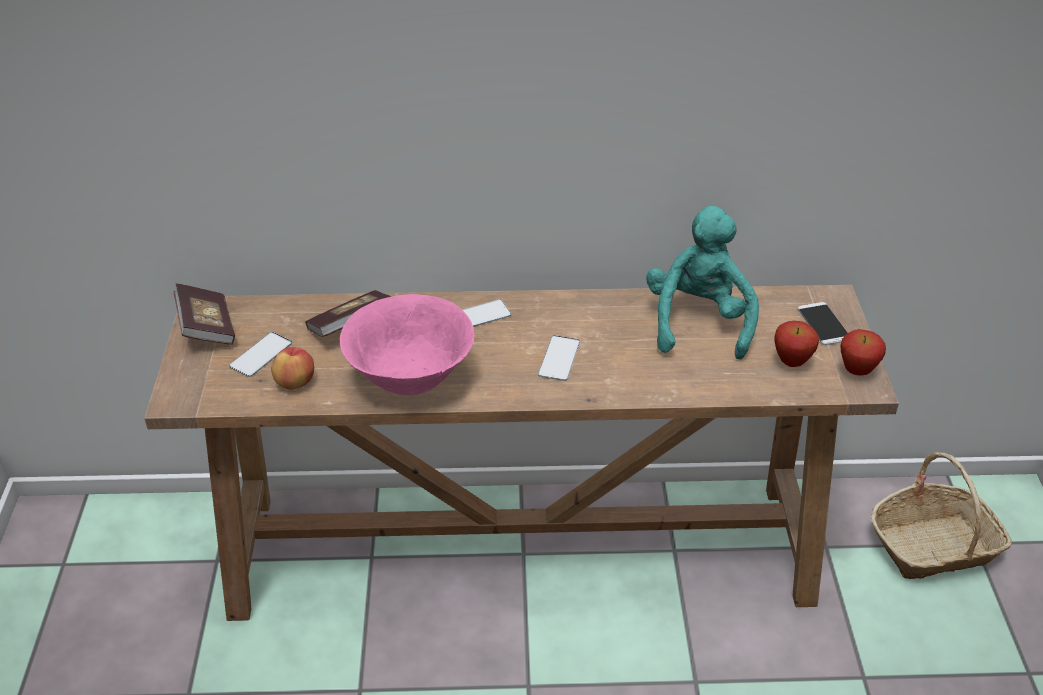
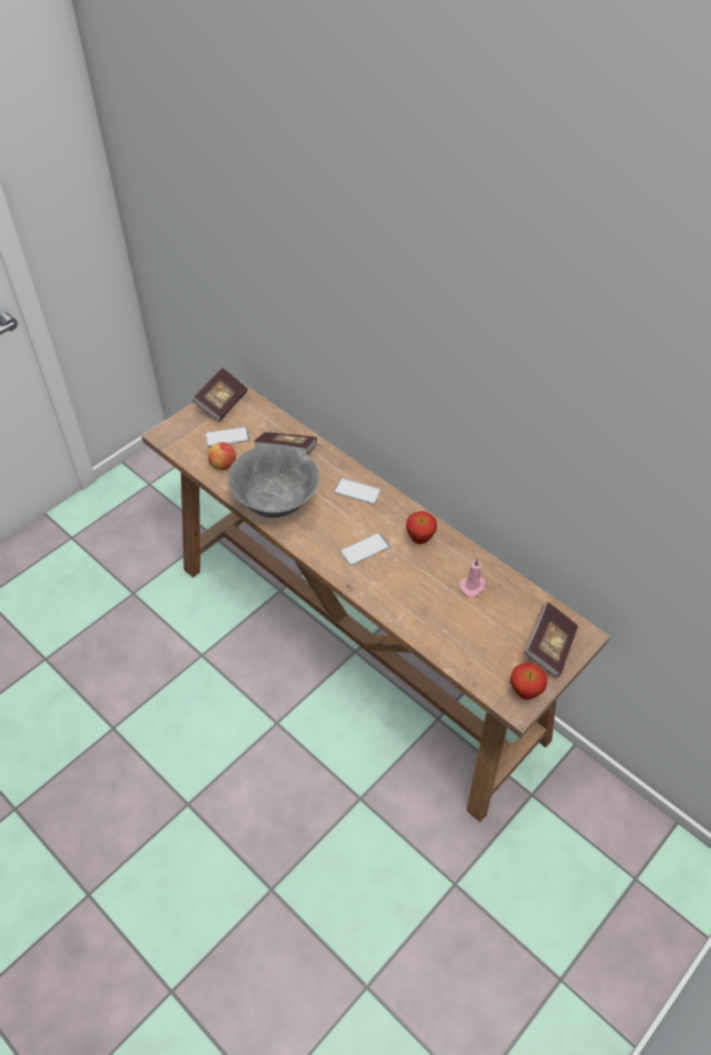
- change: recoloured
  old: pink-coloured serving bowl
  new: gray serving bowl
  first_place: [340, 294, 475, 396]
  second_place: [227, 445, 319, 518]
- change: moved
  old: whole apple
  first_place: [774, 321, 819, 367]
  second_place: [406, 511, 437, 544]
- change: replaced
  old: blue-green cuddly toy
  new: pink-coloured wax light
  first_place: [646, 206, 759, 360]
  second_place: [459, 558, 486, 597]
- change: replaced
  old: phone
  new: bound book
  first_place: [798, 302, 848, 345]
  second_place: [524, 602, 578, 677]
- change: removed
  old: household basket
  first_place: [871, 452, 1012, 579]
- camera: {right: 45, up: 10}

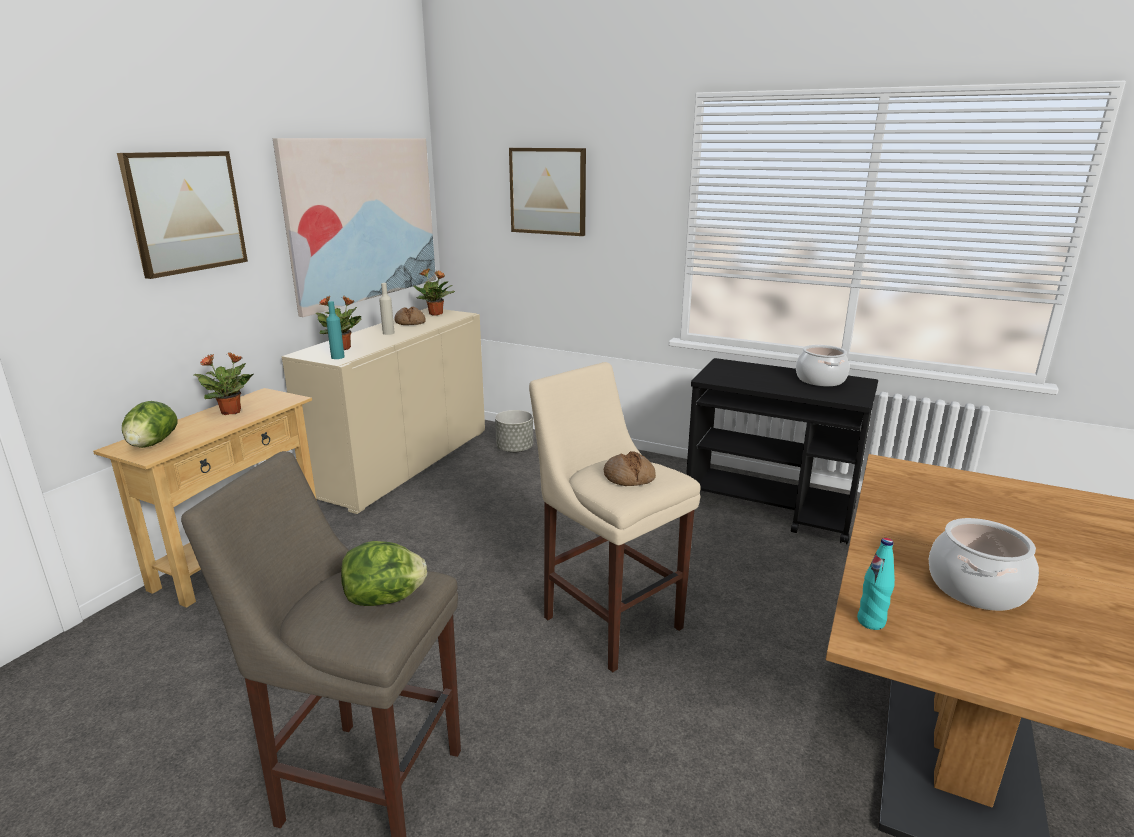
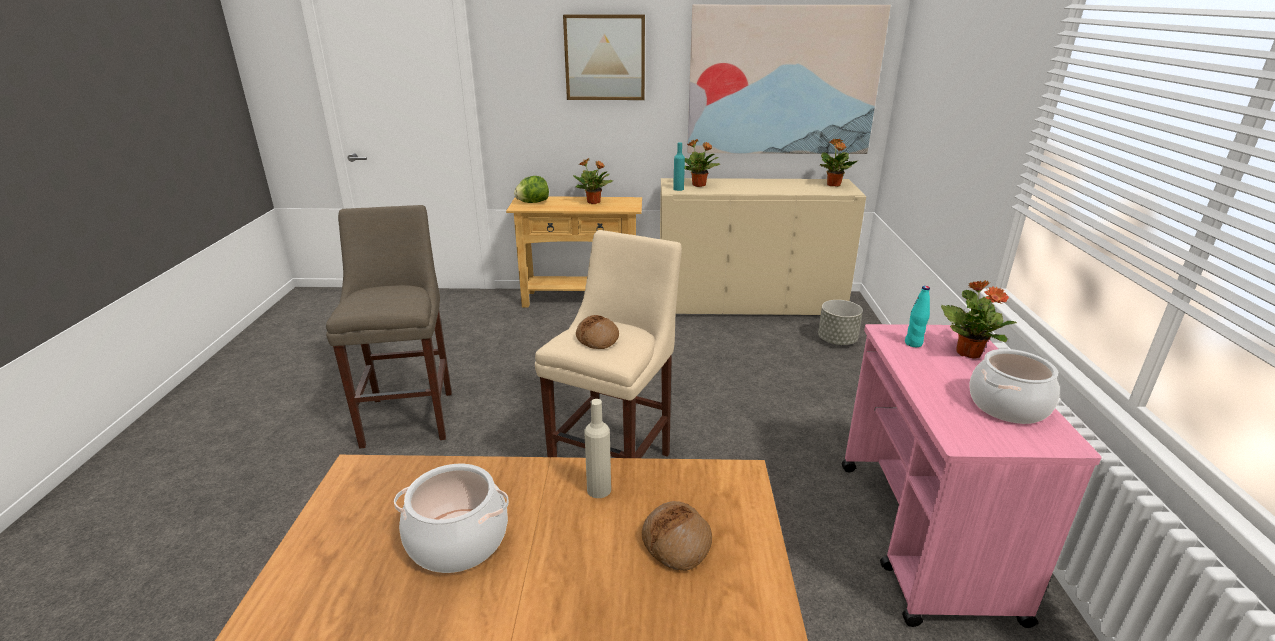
- change: moved
  old: beige-coloured bottle
  first_place: [379, 283, 395, 335]
  second_place: [584, 399, 611, 498]
- change: moved
  old: bread
  first_place: [394, 307, 426, 325]
  second_place: [642, 501, 712, 571]
- change: recoloured
  old: black cart
  new: pink-coloured cart
  first_place: [686, 358, 878, 544]
  second_place: [842, 324, 1102, 628]
- change: moved
  old: blue-green bottle
  first_place: [857, 538, 895, 630]
  second_place: [905, 286, 930, 347]
- change: added
  new: houseplant
  second_place: [941, 280, 1017, 359]
- change: removed
  old: lettuce
  first_place: [341, 541, 427, 606]
- change: removed
  old: wall art
  first_place: [509, 148, 586, 236]
- camera: {right: 65, up: 5}

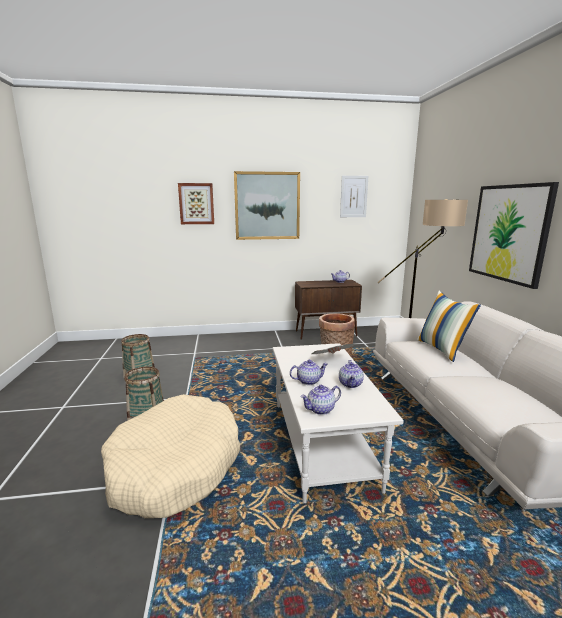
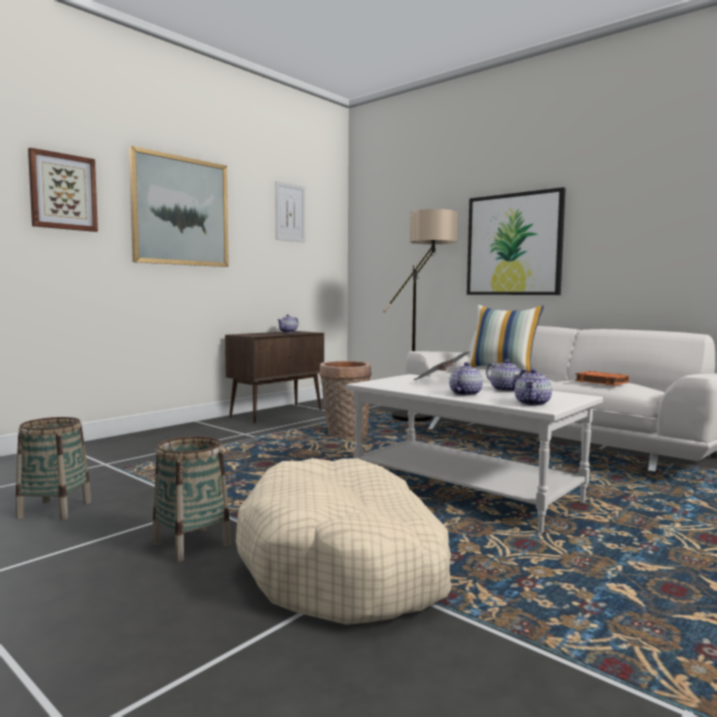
- change: added
  new: orangey bound book
  second_place: [575, 371, 629, 386]
- camera: {right: -40, up: -10}

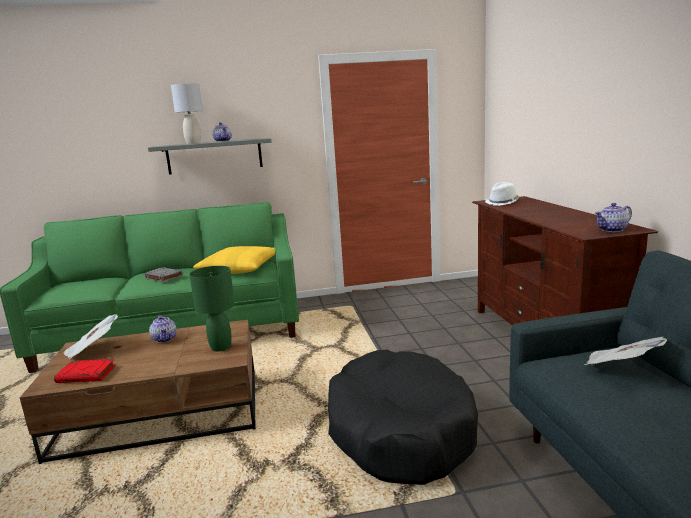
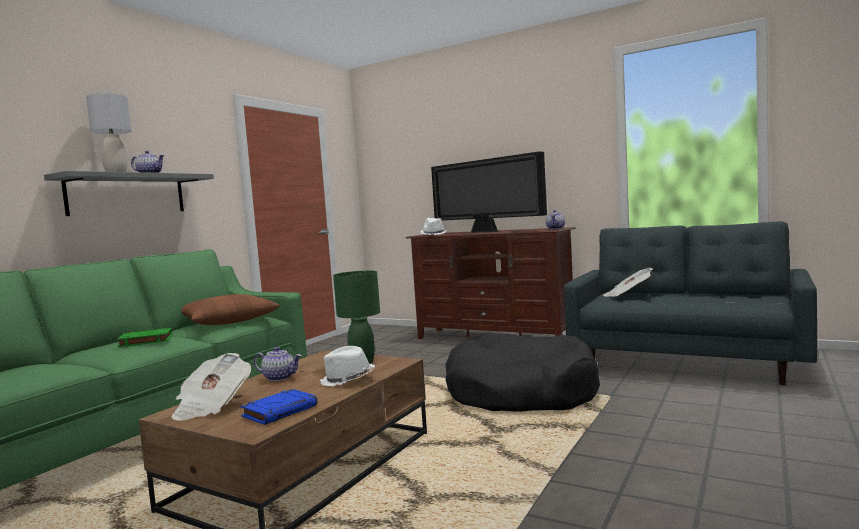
- change: recoloured
  old: gray bound book
  new: green bound book
  first_place: [143, 267, 183, 282]
  second_place: [117, 328, 172, 347]
- change: recoloured
  old: yellow throw pillow
  new: brown-coloured throw pillow
  first_place: [193, 246, 275, 274]
  second_place: [181, 294, 280, 325]
- change: recoloured
  old: reddish bound book
  new: blue-coloured bound book
  first_place: [54, 359, 116, 383]
  second_place: [241, 389, 317, 425]
- change: added
  new: whitish clothing hat
  second_place: [320, 346, 375, 386]
- change: added
  new: TV
  second_place: [431, 152, 547, 233]
- camera: {right: -50, up: -10}

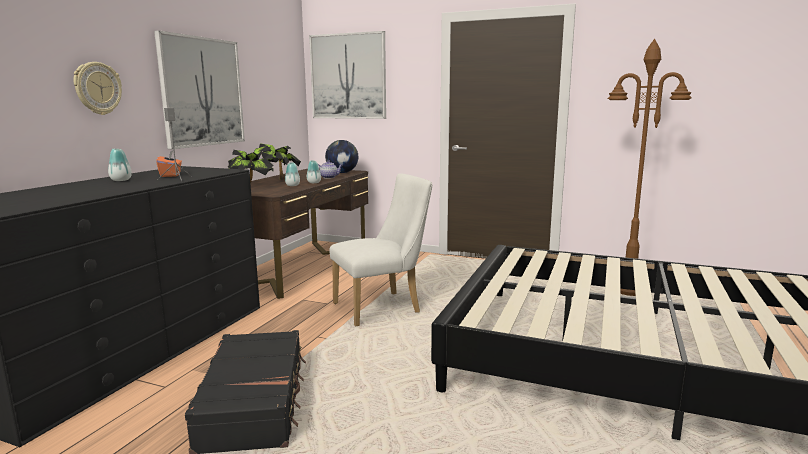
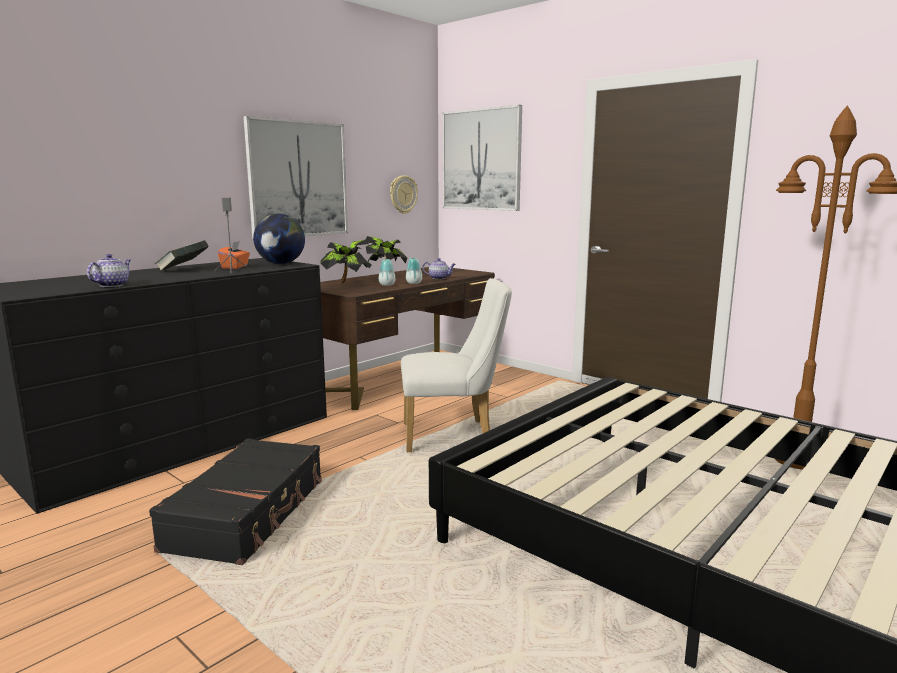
- change: added
  new: teapot
  second_place: [87, 254, 131, 287]
- change: replaced
  old: vase
  new: bound book
  first_place: [108, 149, 132, 181]
  second_place: [155, 240, 209, 271]
- change: moved
  old: globe
  first_place: [325, 140, 358, 173]
  second_place: [253, 213, 305, 264]
- change: moved
  old: hanging clock
  first_place: [73, 62, 122, 115]
  second_place: [390, 175, 418, 214]
- camera: {right: 20, up: 0}

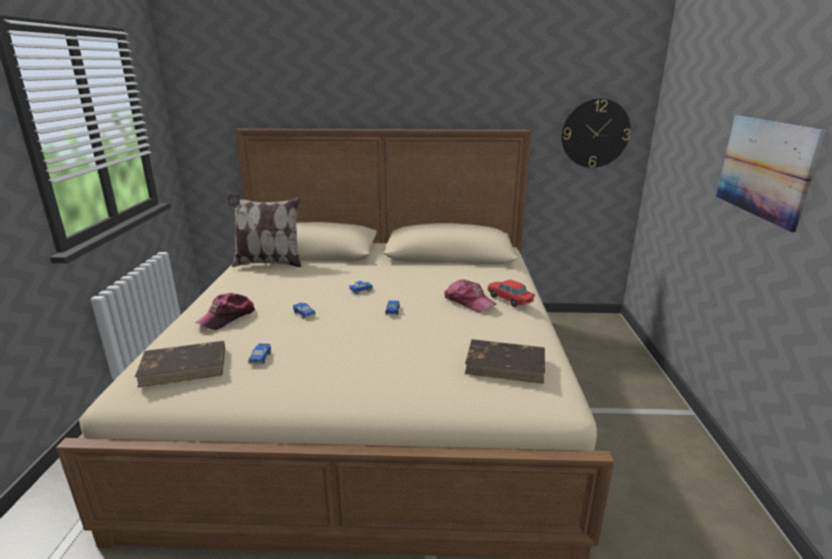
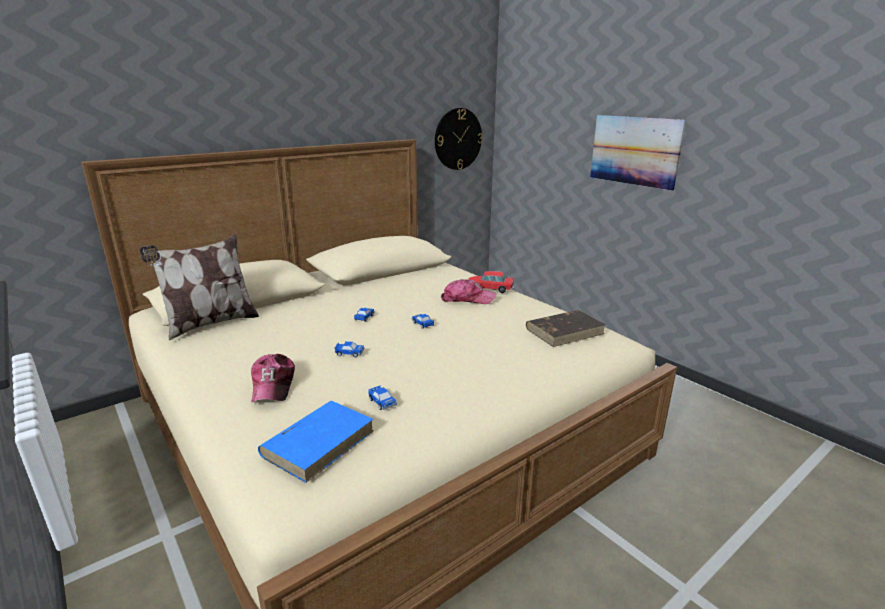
- change: recoloured
  old: brown-coloured bound book
  new: blue-coloured bound book
  first_place: [135, 341, 225, 388]
  second_place: [258, 401, 374, 483]
- camera: {right: -40, up: 0}

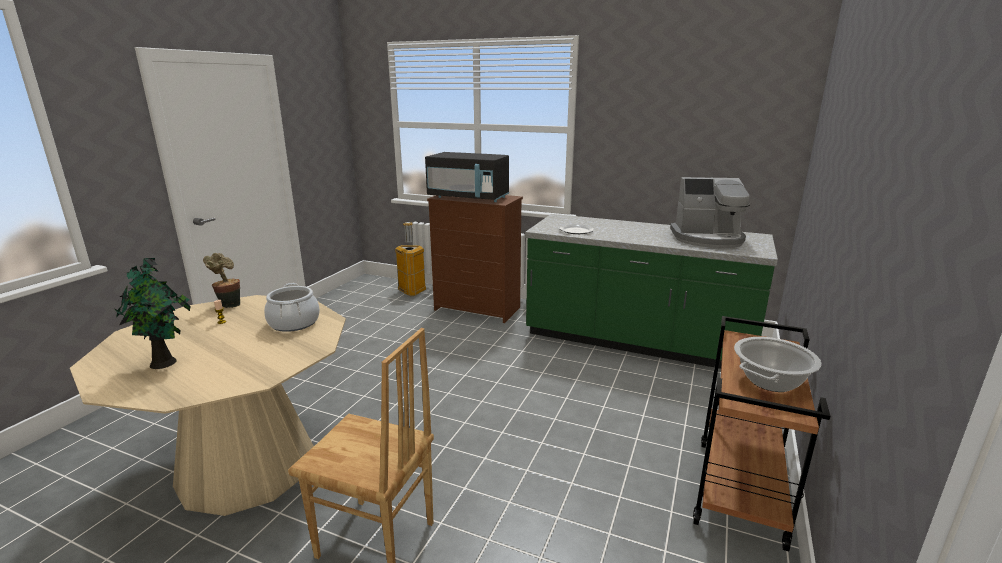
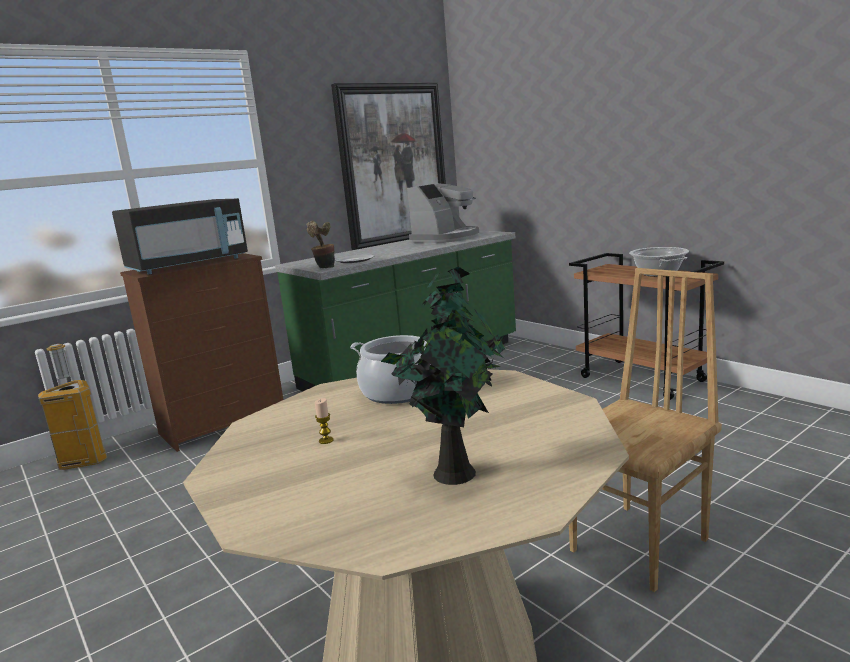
- change: moved
  old: houseplant
  first_place: [203, 253, 240, 308]
  second_place: [306, 220, 335, 268]
- change: added
  new: wall art
  second_place: [331, 83, 446, 250]
- camera: {right: -60, up: -5}

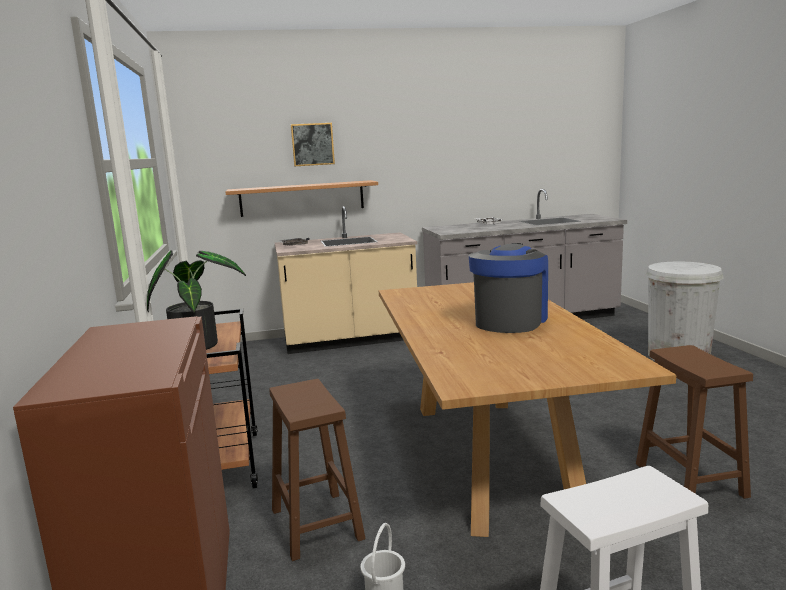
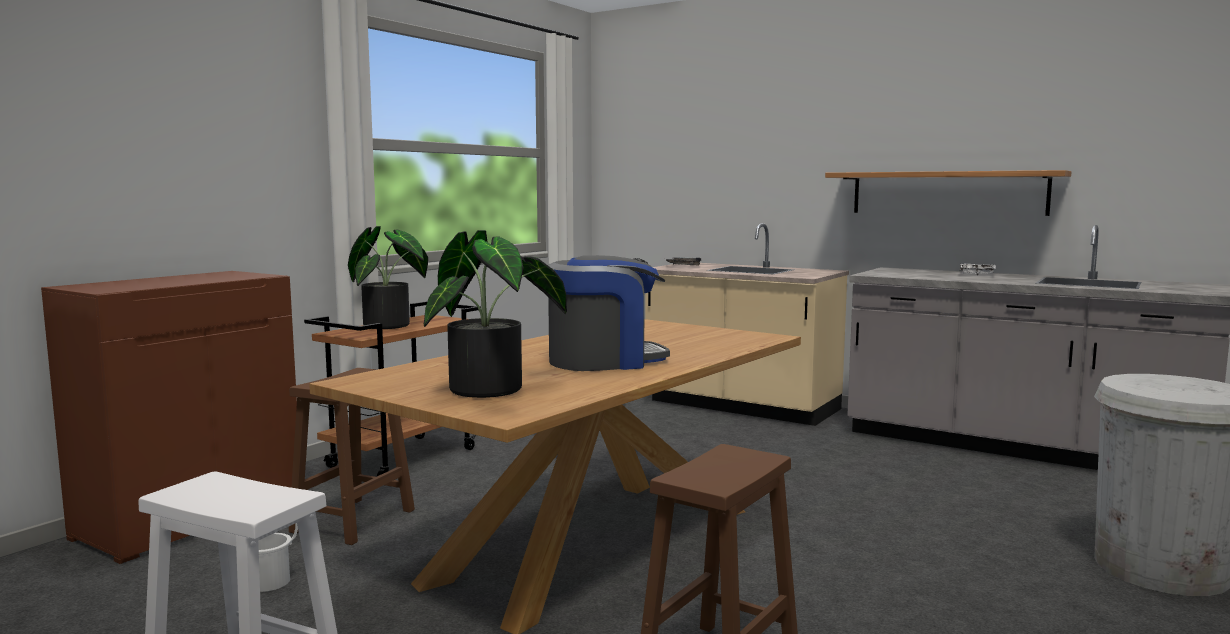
- change: added
  new: houseplant
  second_place: [424, 230, 567, 398]
- change: moved
  old: bracket shelf
  first_place: [225, 180, 378, 217]
  second_place: [825, 170, 1071, 216]
- change: removed
  old: wall art
  first_place: [291, 123, 335, 166]
- camera: {right: 45, up: -5}

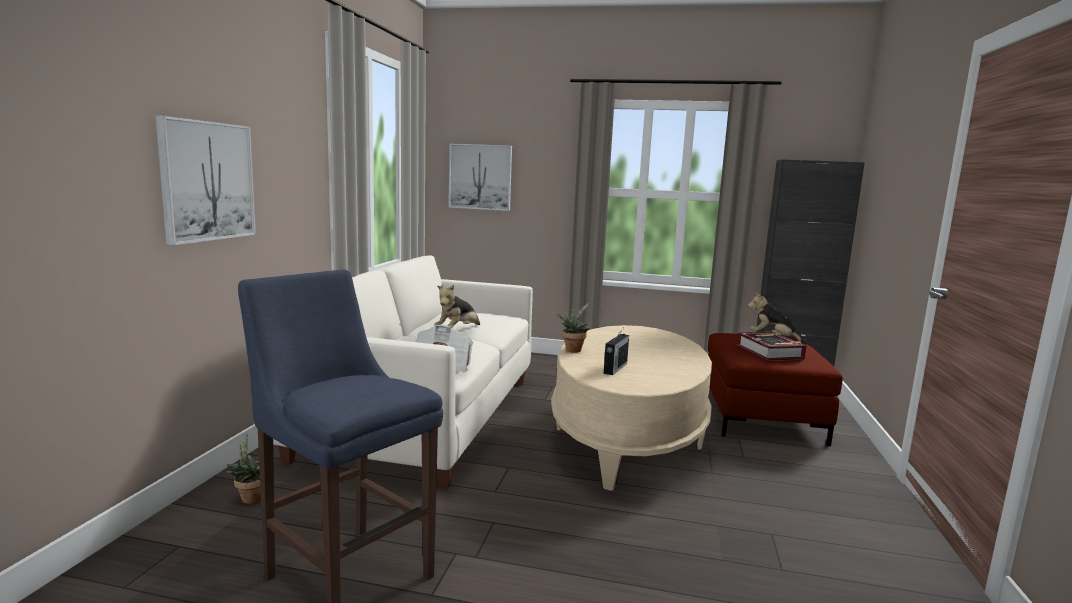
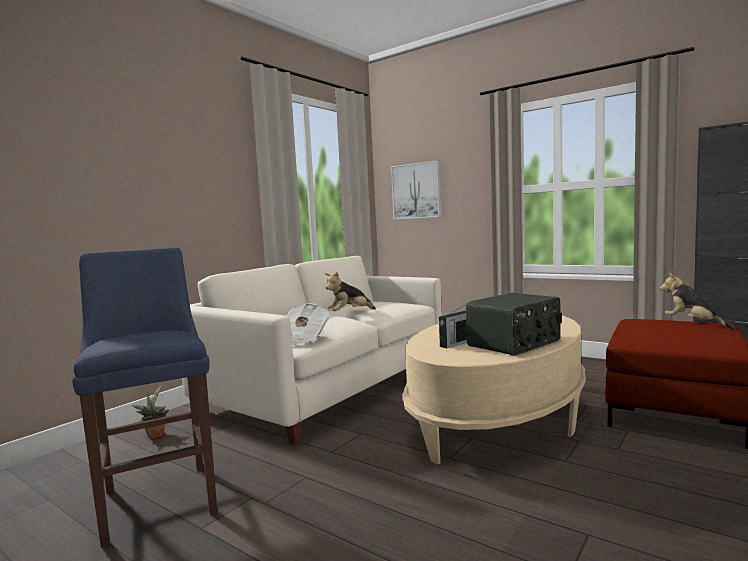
- change: added
  new: radio
  second_place: [466, 293, 562, 356]
- change: removed
  old: wall art
  first_place: [155, 115, 256, 245]
- change: removed
  old: houseplant
  first_place: [557, 303, 590, 353]
- change: removed
  old: bound book
  first_place: [736, 332, 807, 361]
- camera: {right: 25, up: -5}

